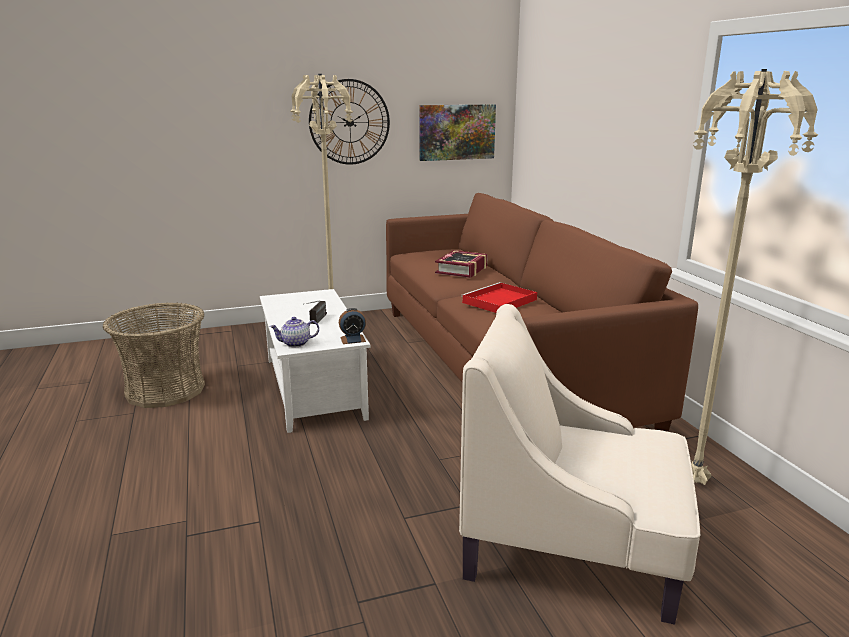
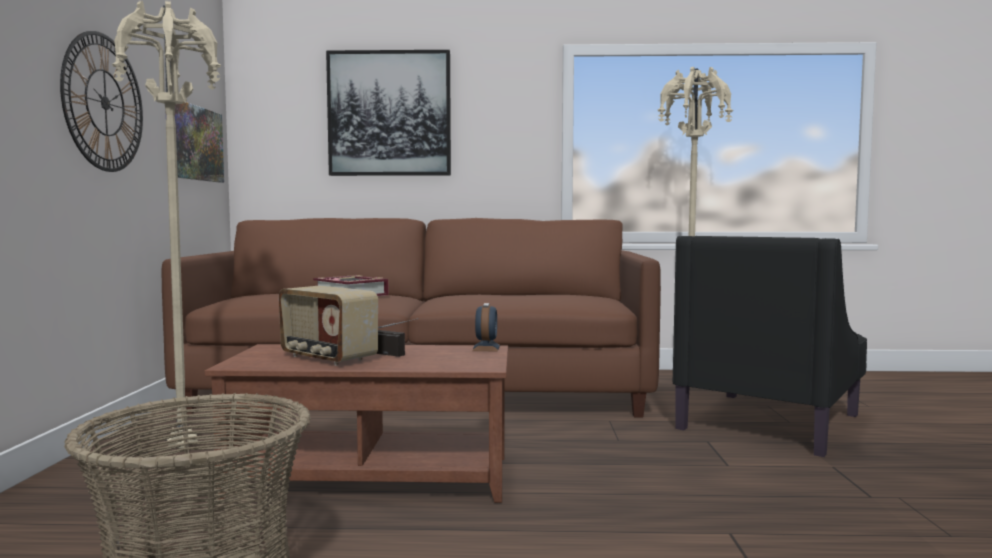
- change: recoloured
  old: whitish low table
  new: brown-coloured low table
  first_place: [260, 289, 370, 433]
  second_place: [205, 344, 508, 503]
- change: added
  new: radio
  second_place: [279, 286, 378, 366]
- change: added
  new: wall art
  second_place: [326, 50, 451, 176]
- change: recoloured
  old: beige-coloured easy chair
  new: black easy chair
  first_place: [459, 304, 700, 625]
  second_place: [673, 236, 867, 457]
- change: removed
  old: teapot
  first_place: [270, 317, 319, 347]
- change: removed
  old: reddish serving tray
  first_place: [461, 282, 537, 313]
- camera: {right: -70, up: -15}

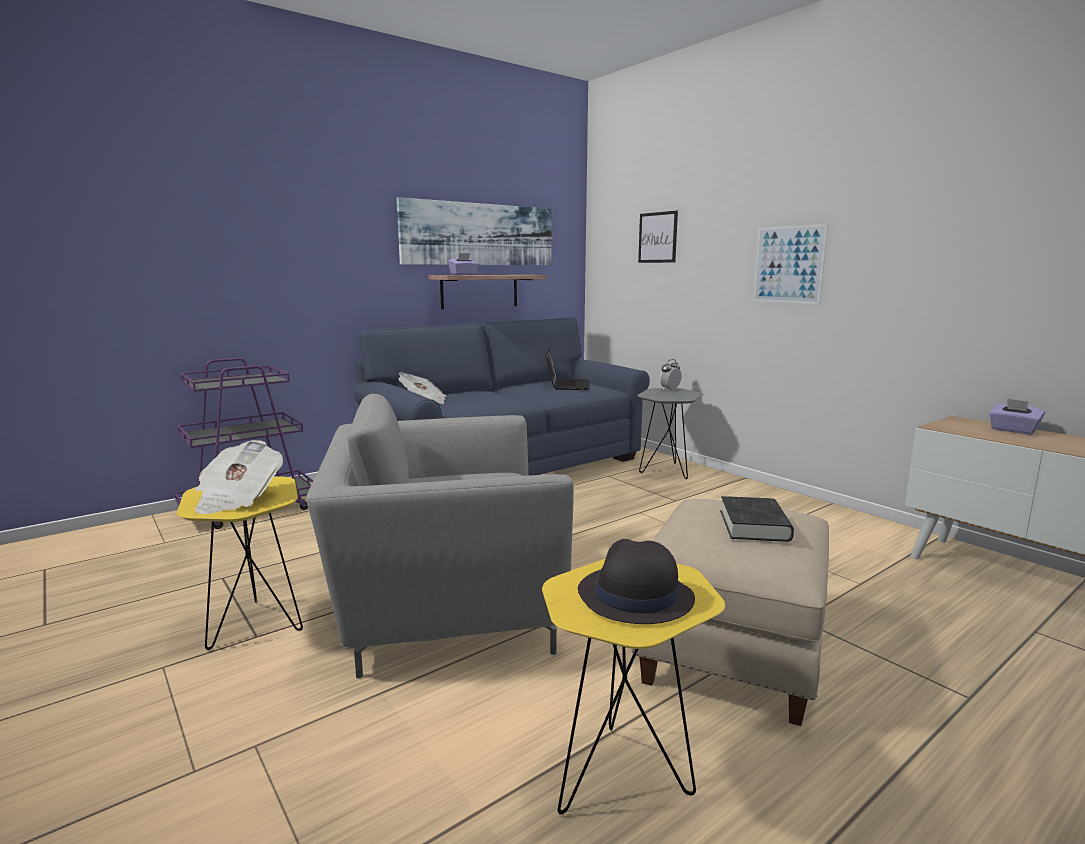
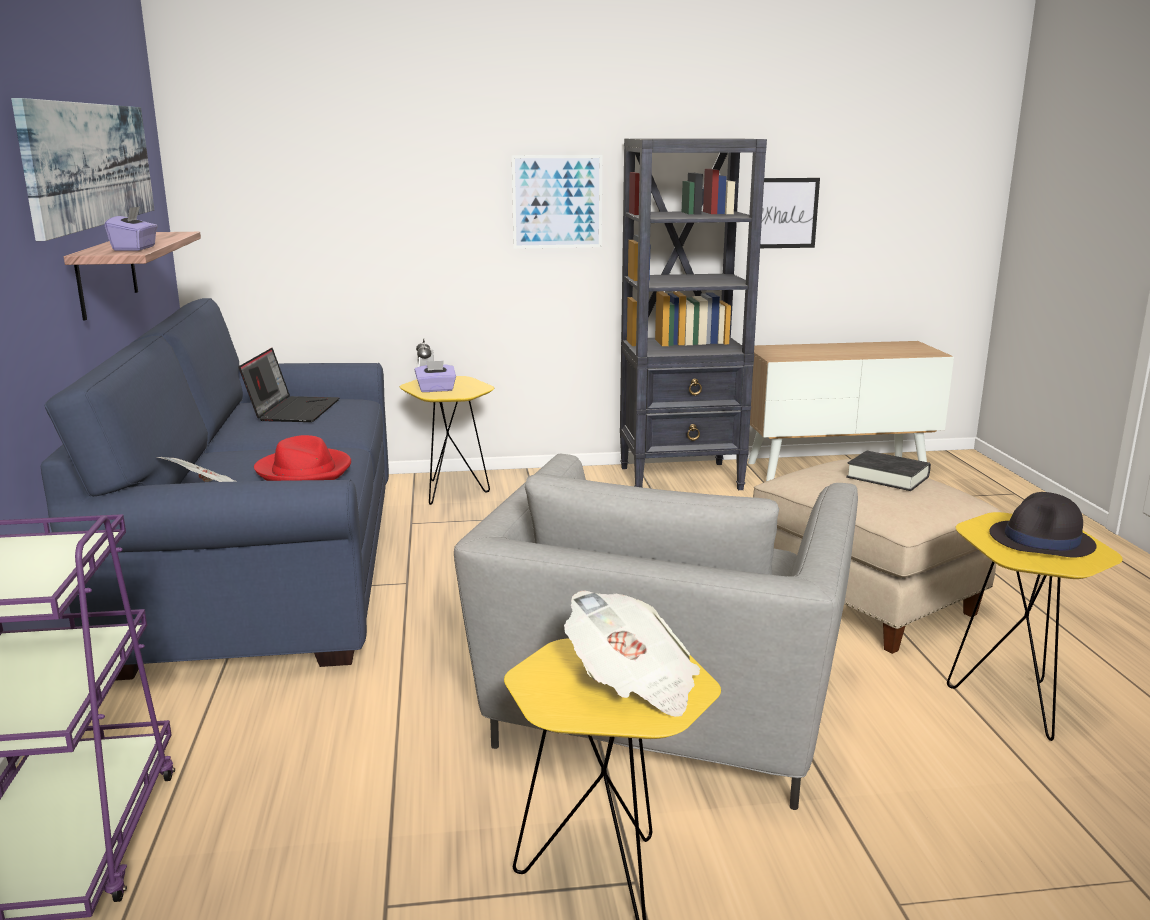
- change: turned
  old: notebook computer
  first_place: [545, 349, 589, 390]
  second_place: [238, 348, 339, 422]
  degrees: 60
- change: added
  new: reddish clothing hat
  second_place: [254, 435, 351, 481]
- change: recoloured
  old: gray accent table
  new: yellow accent table
  first_place: [637, 388, 703, 479]
  second_place: [400, 376, 494, 505]
- change: moved
  old: purple tissue holder
  first_place: [989, 398, 1045, 435]
  second_place: [415, 361, 456, 392]
- change: added
  new: black bookshelf
  second_place: [620, 138, 767, 490]
- change: moved
  old: wall art
  first_place: [638, 211, 678, 263]
  second_place: [760, 178, 820, 248]
- camera: {right: -60, up: 5}

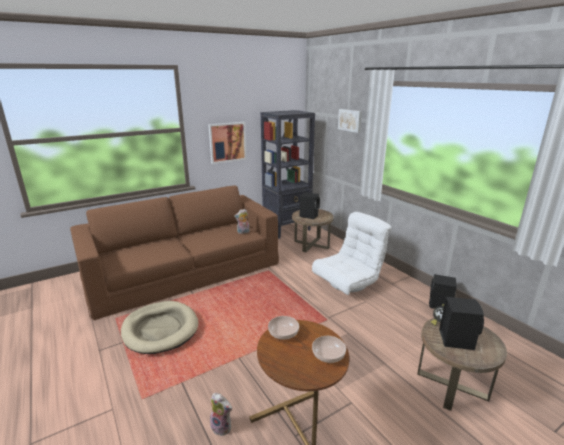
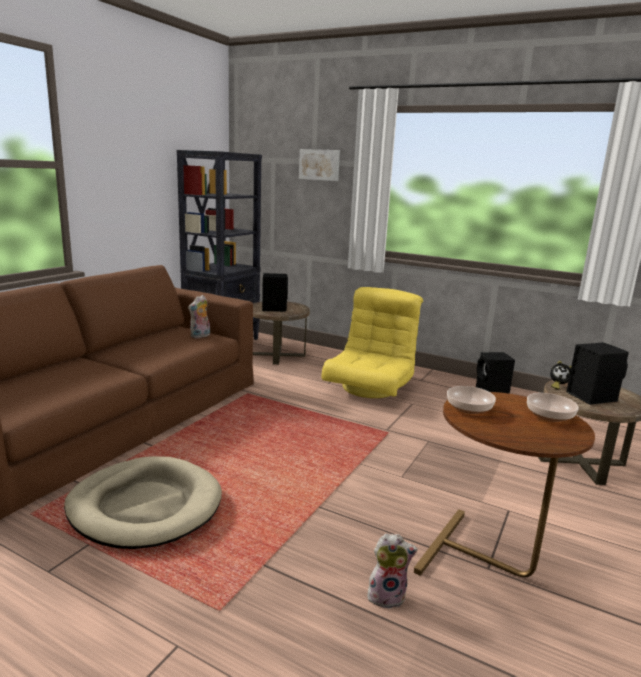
- change: recoloured
  old: whitish easy chair
  new: yellow easy chair
  first_place: [312, 212, 392, 295]
  second_place: [321, 287, 423, 398]
- change: removed
  old: wall art
  first_place: [208, 122, 247, 164]
- camera: {right: -30, up: -5}

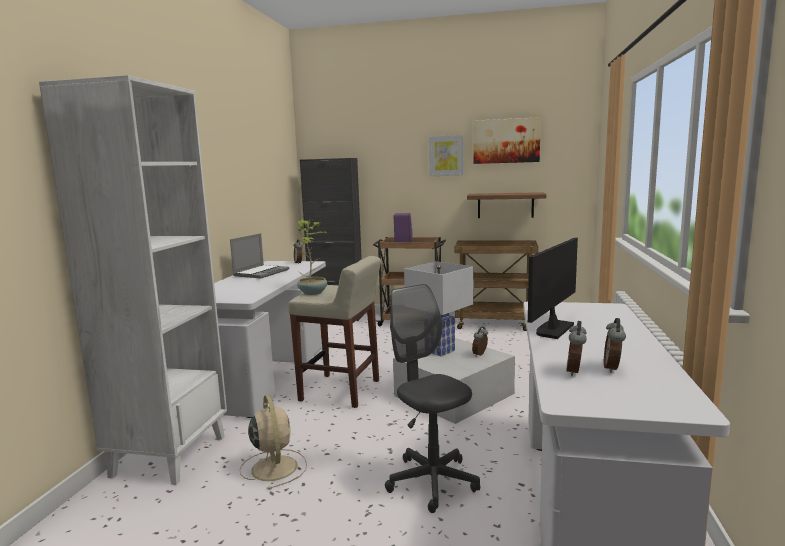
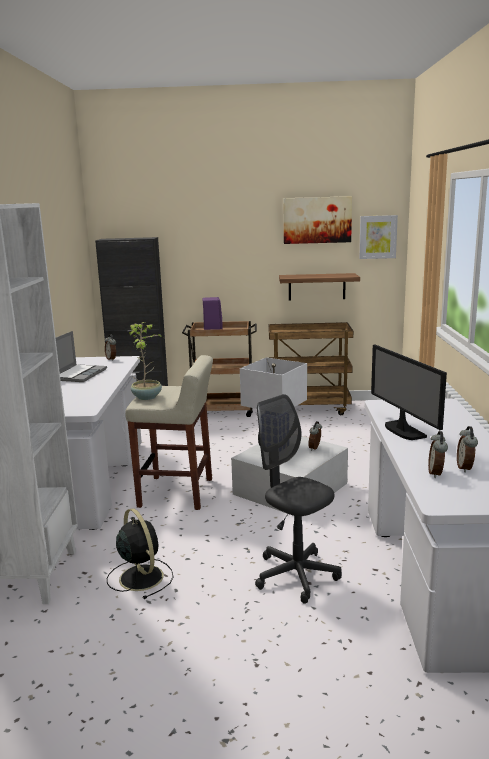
- change: recoloured
  old: beige-coloured electric fan
  new: black electric fan
  first_place: [239, 395, 307, 490]
  second_place: [107, 508, 174, 599]
- change: moved
  old: wall art
  first_place: [429, 135, 463, 176]
  second_place: [359, 215, 398, 259]
- change: turned
  old: computer screen
  first_place: [528, 238, 578, 339]
  second_place: [371, 344, 447, 440]
  degrees: -45
- camera: {right: -10, up: 5}

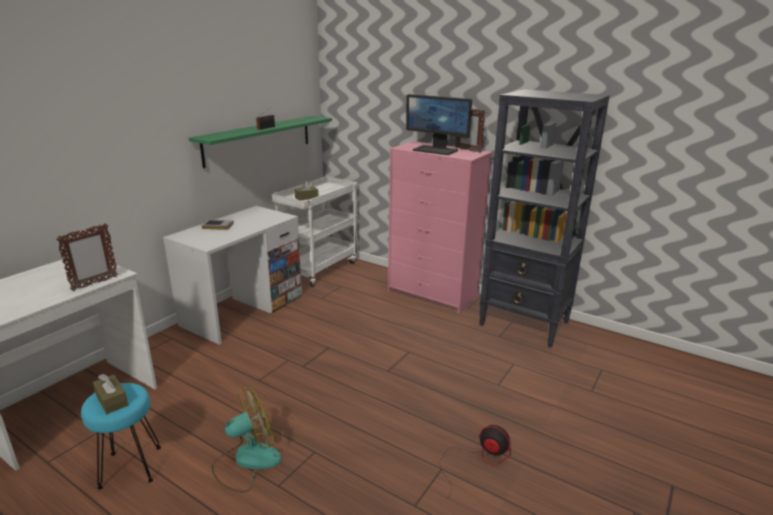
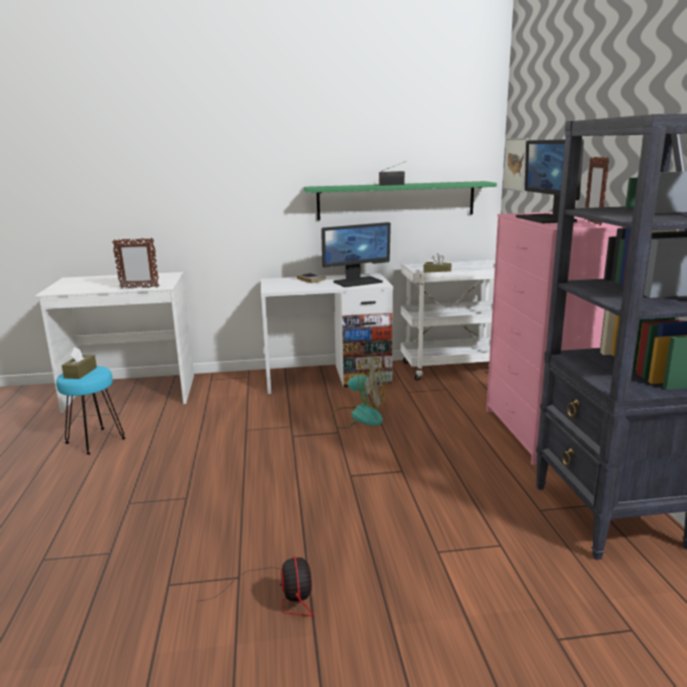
- change: added
  new: computer screen
  second_place: [321, 222, 391, 287]
- change: moved
  old: electric fan
  first_place: [212, 387, 282, 492]
  second_place: [331, 355, 386, 429]
- change: added
  new: wall art
  second_place: [503, 138, 529, 192]
- camera: {right: 50, up: -5}

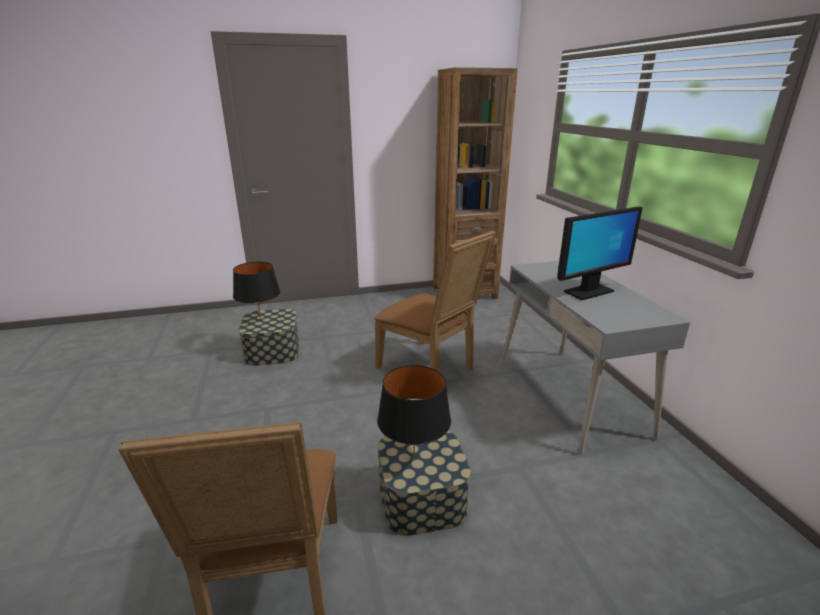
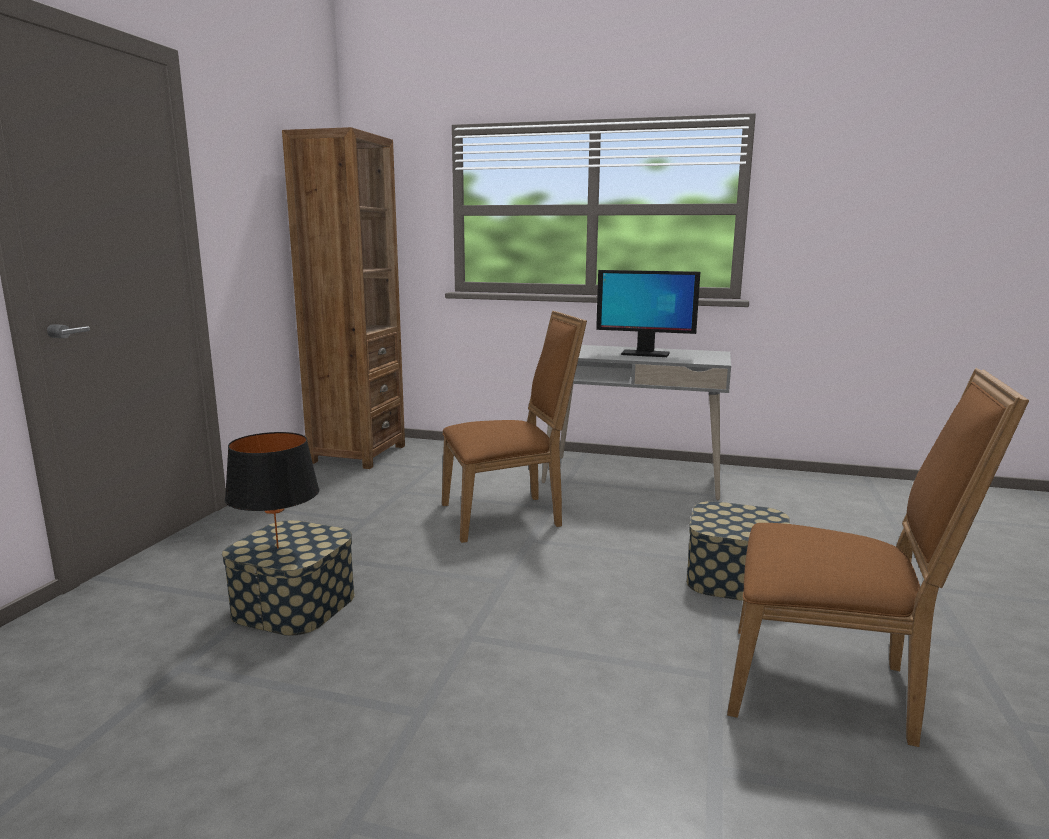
- change: turned
  old: computer screen
  first_place: [557, 207, 643, 300]
  second_place: [596, 270, 700, 357]
  degrees: 105
- change: removed
  old: black tabletop lamp
  first_place: [377, 365, 451, 457]
- camera: {right: -60, up: -10}

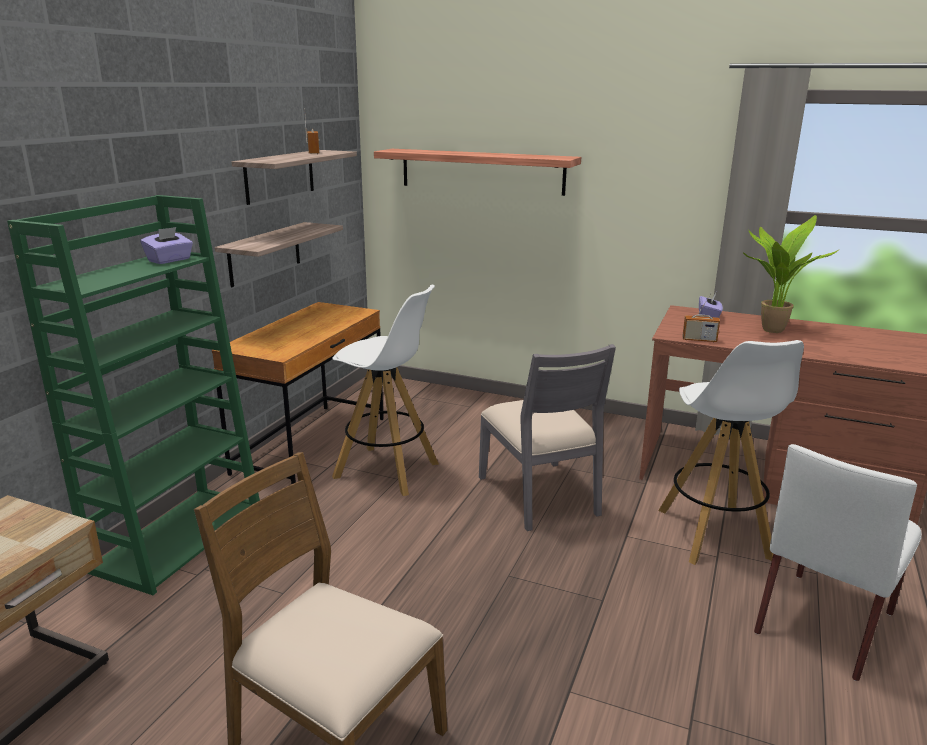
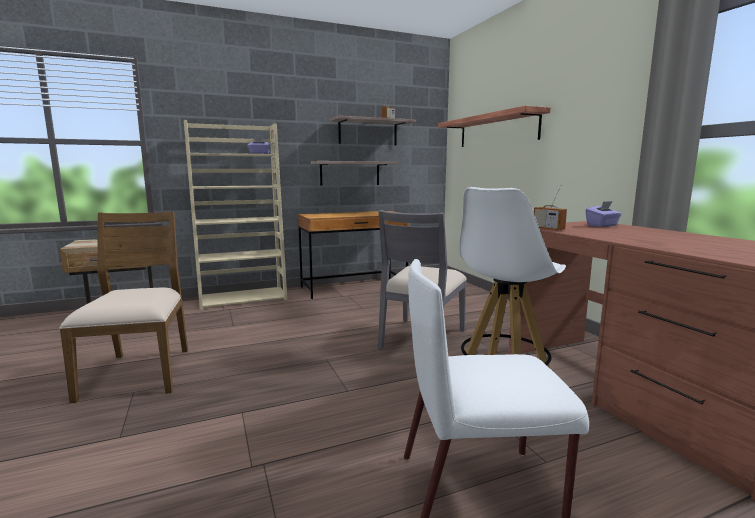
- change: recoloured
  old: green bookshelf
  new: beige-coloured bookshelf
  first_place: [7, 195, 260, 595]
  second_place: [184, 120, 287, 310]
- change: removed
  old: whitish stool seat
  first_place: [332, 285, 439, 496]
- change: removed
  old: houseplant
  first_place: [743, 215, 840, 333]
- camera: {right: 45, up: -10}

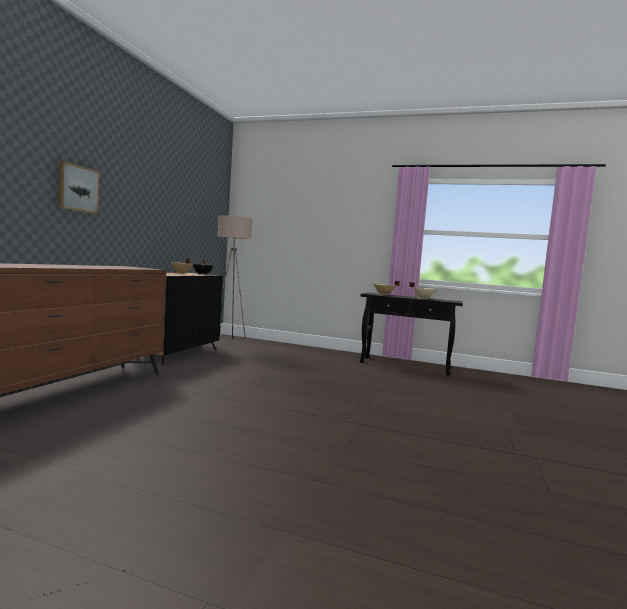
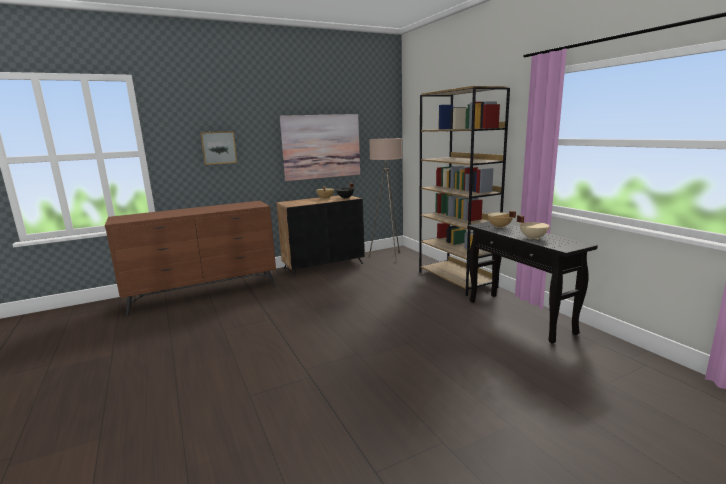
- change: added
  new: wall art
  second_place: [280, 114, 360, 181]
- change: added
  new: brown-coloured bookshelf
  second_place: [419, 86, 510, 296]
- camera: {right: 45, up: 10}

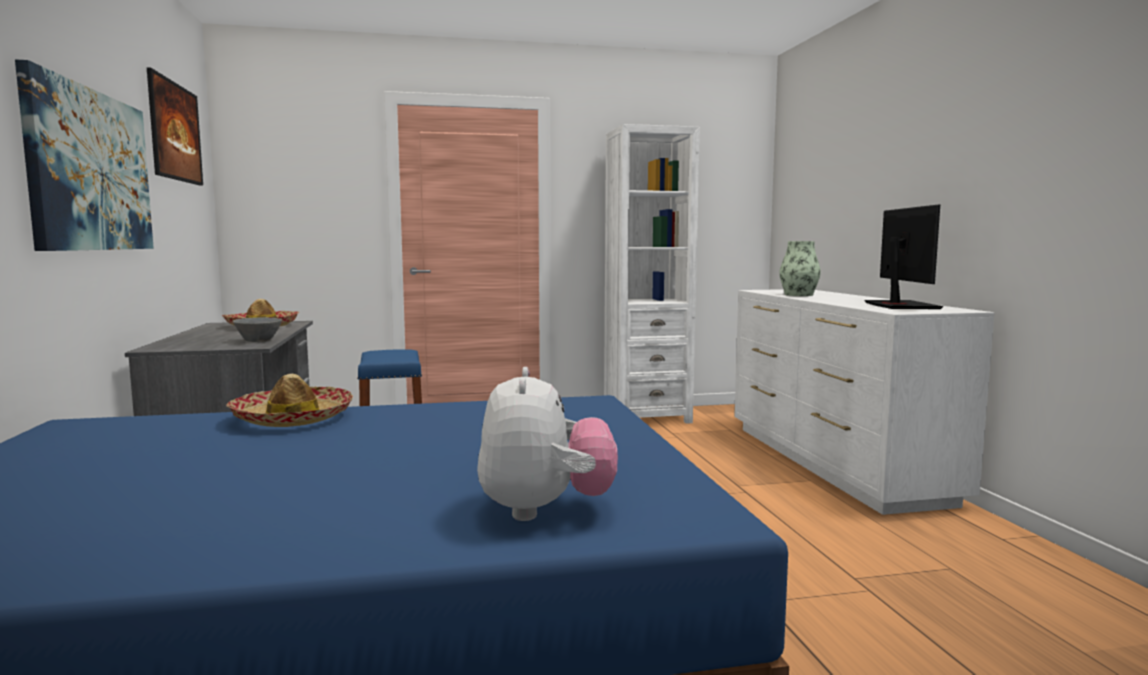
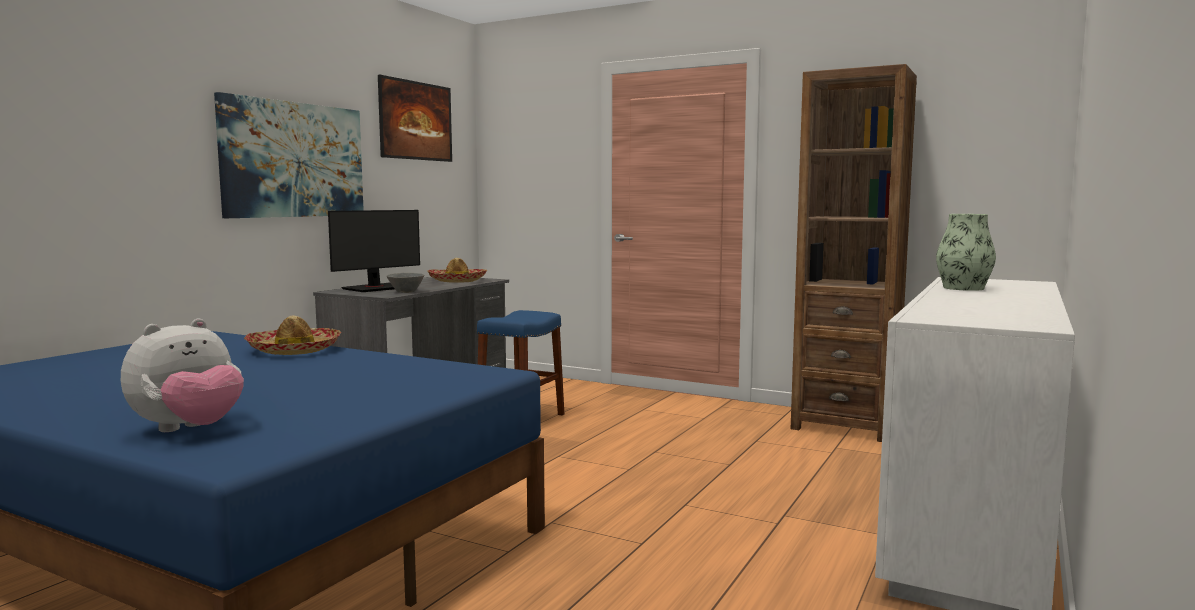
- change: moved
  old: computer screen
  first_place: [864, 204, 943, 309]
  second_place: [328, 210, 420, 292]
- change: recoloured
  old: whitish bookshelf
  new: brown-coloured bookshelf
  first_place: [604, 124, 700, 424]
  second_place: [791, 64, 917, 442]
- camera: {right: 40, up: 0}

